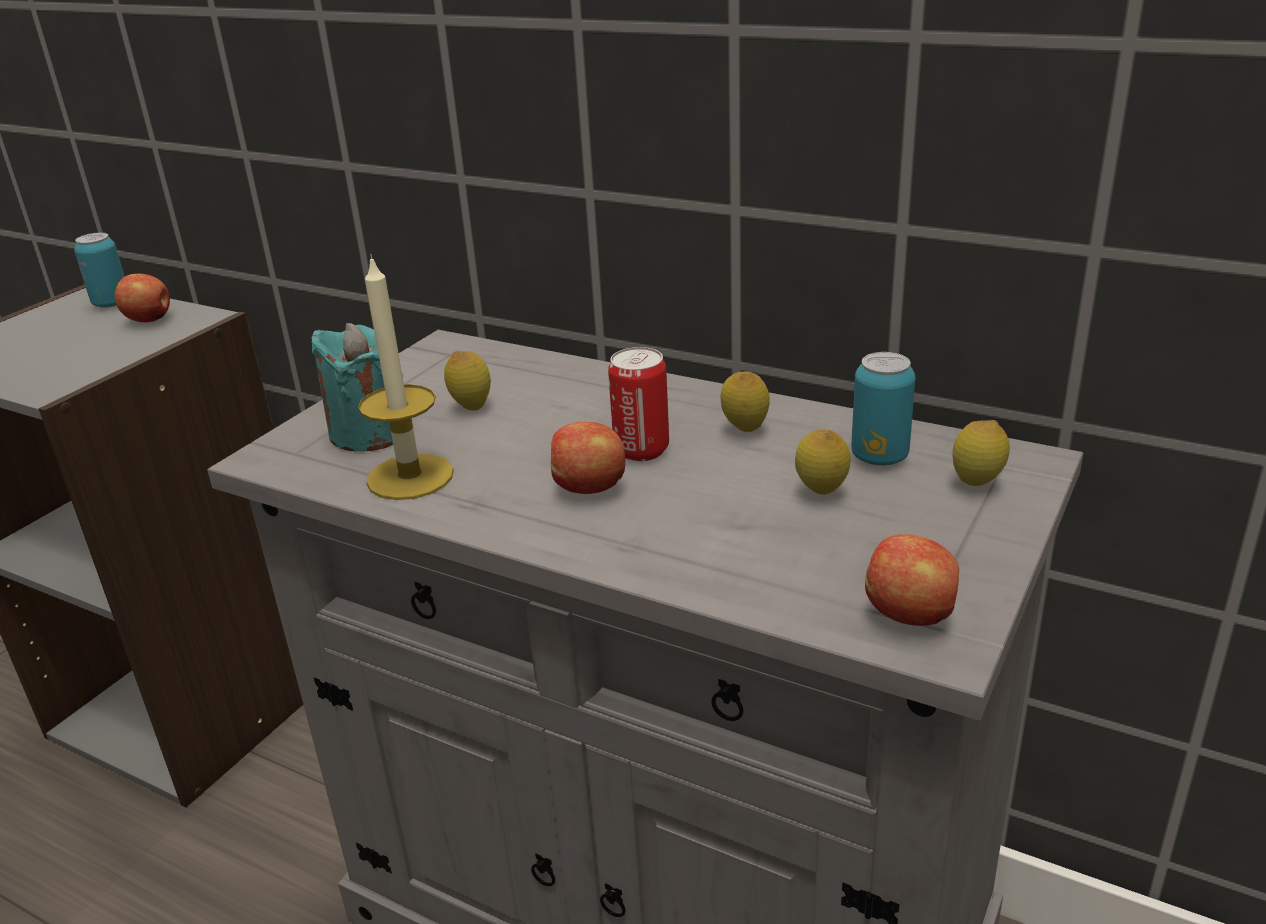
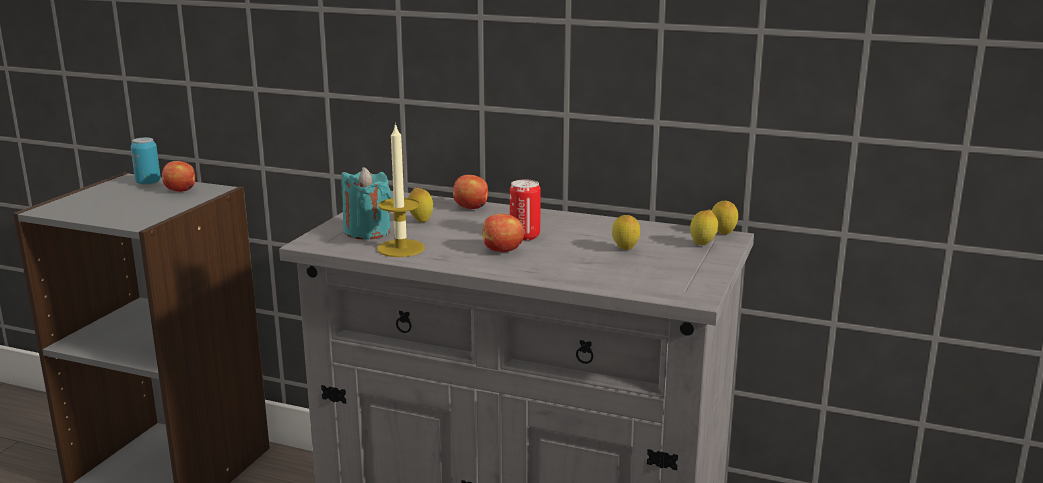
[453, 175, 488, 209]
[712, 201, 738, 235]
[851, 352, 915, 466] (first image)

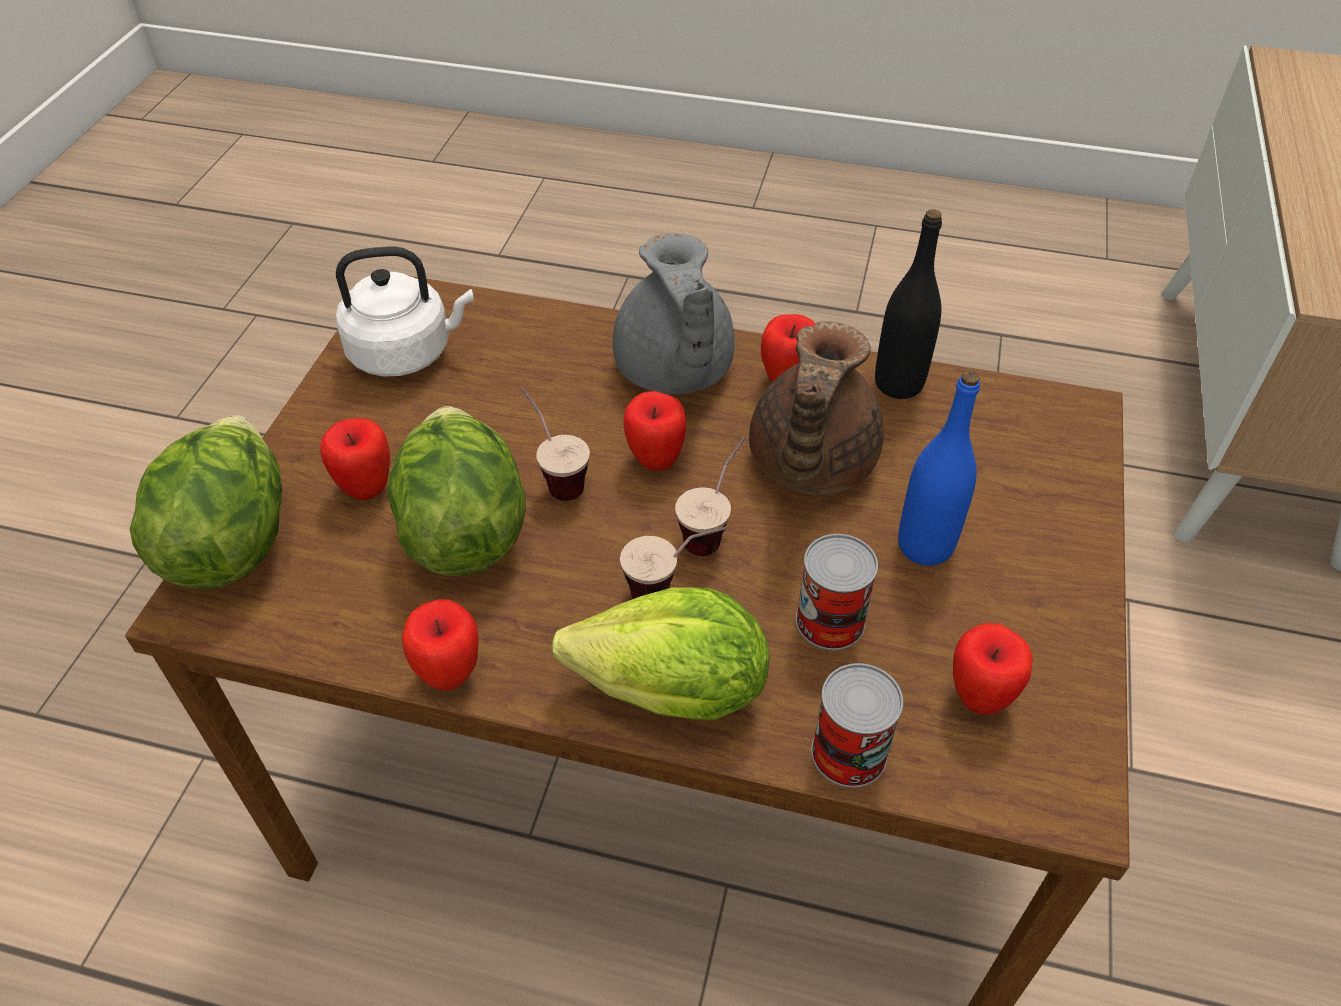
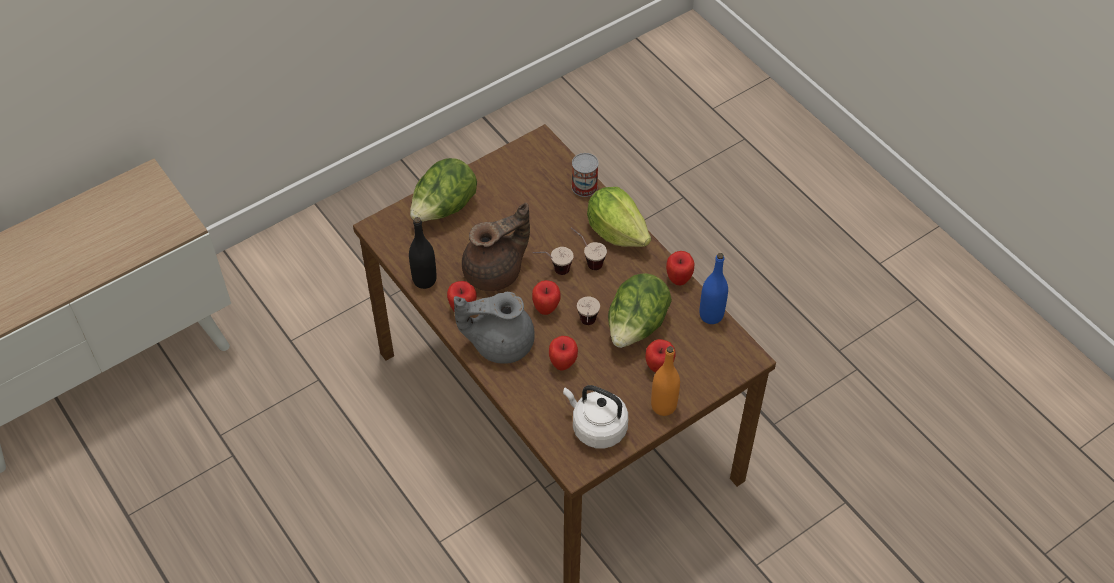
[410, 158, 477, 222]
[454, 292, 535, 364]
[549, 336, 578, 371]
[651, 346, 680, 416]
[700, 253, 728, 324]
[796, 534, 878, 650] (first image)

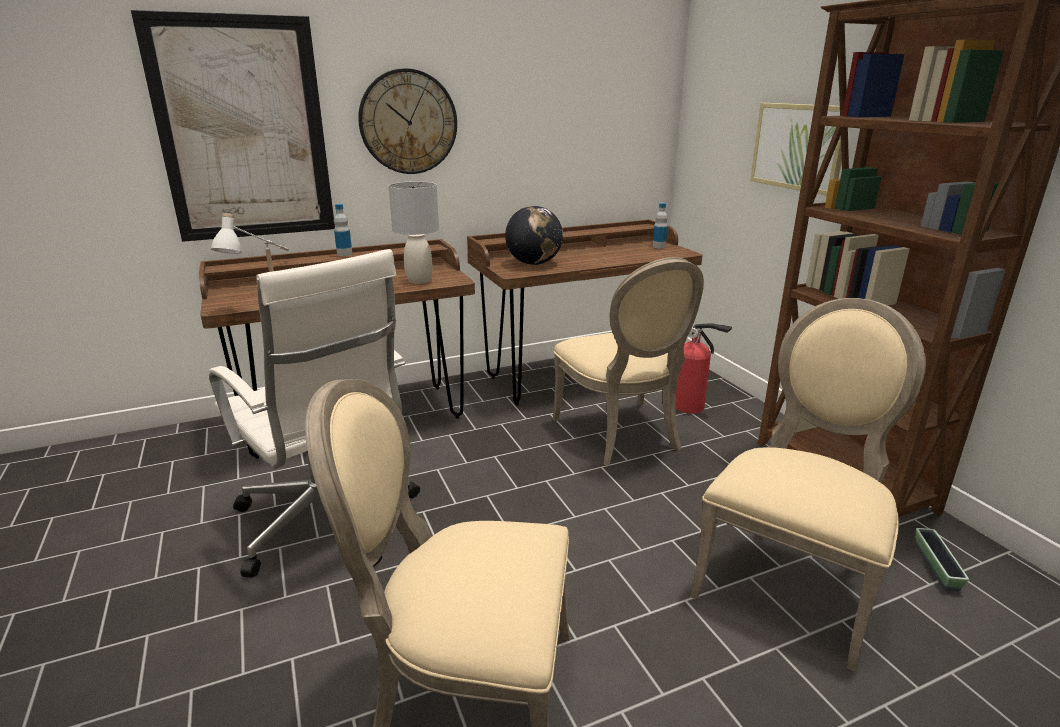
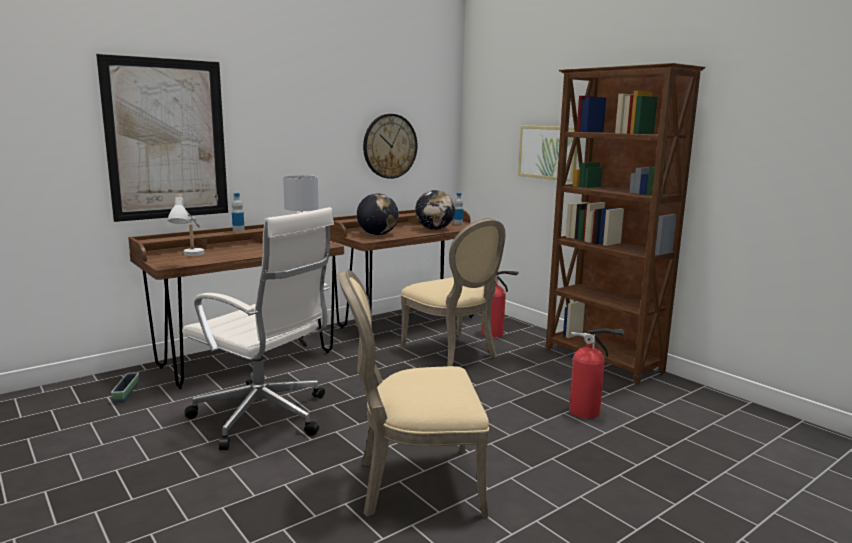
[111, 373, 139, 403]
[363, 114, 417, 179]
[415, 190, 455, 230]
[569, 328, 624, 418]

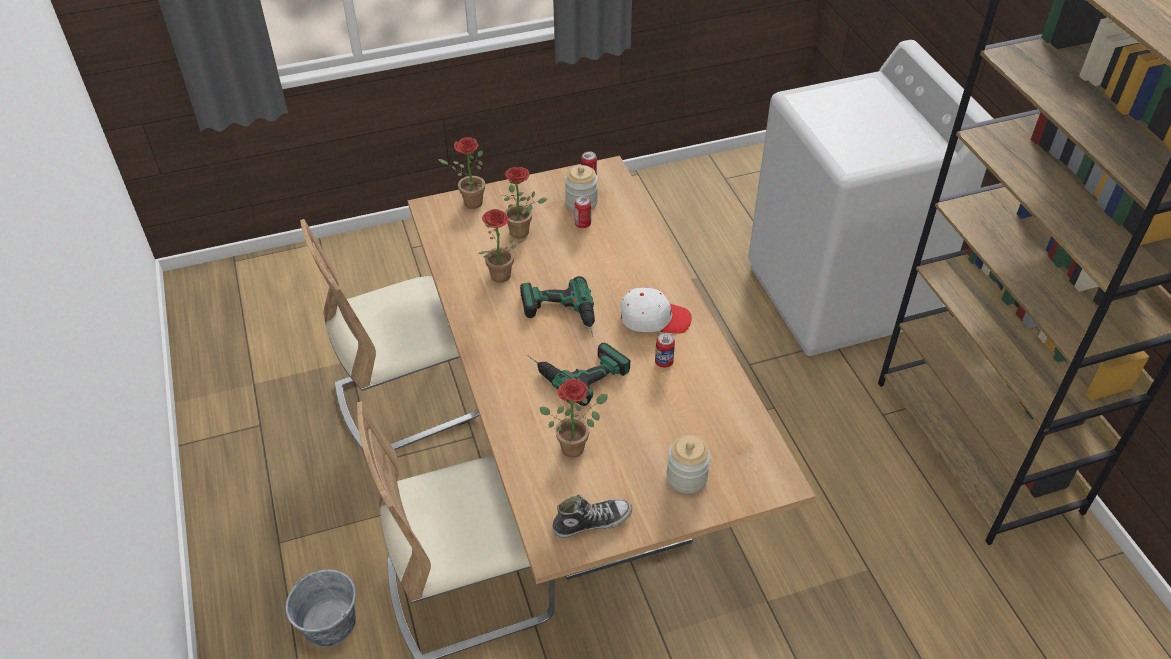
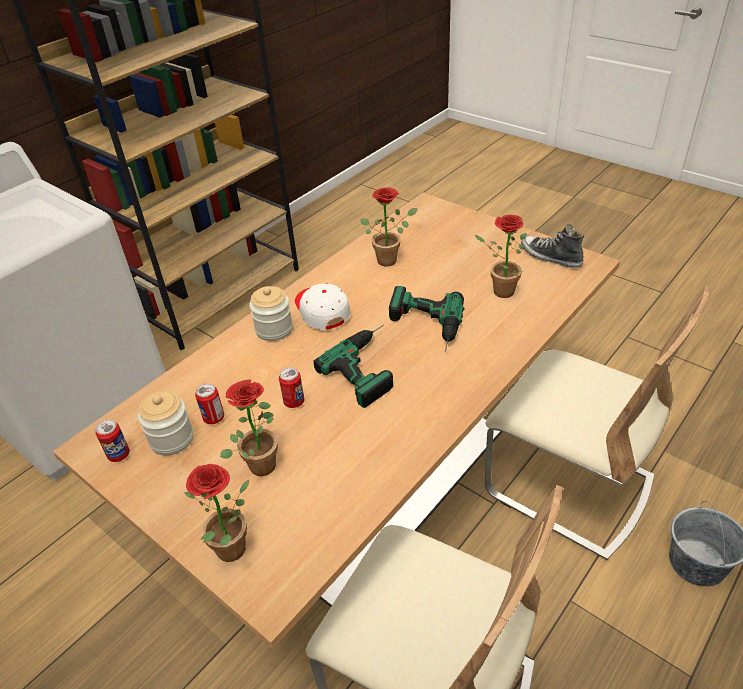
[249, 286, 293, 341]
[279, 367, 304, 408]
[361, 187, 418, 266]

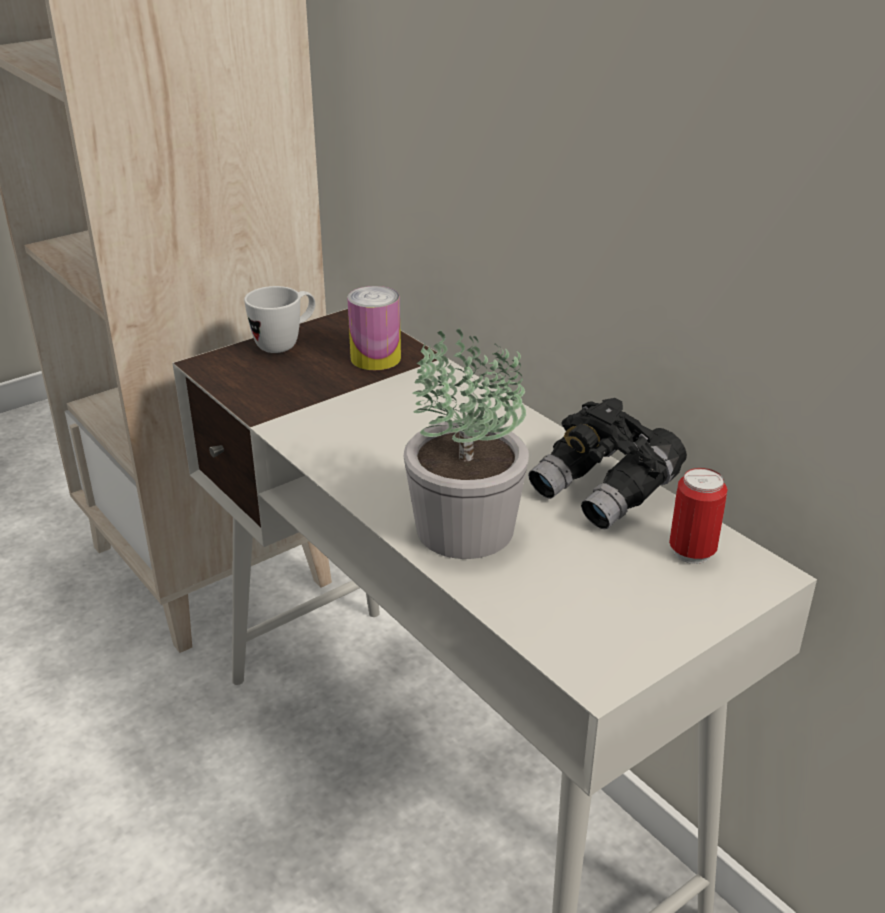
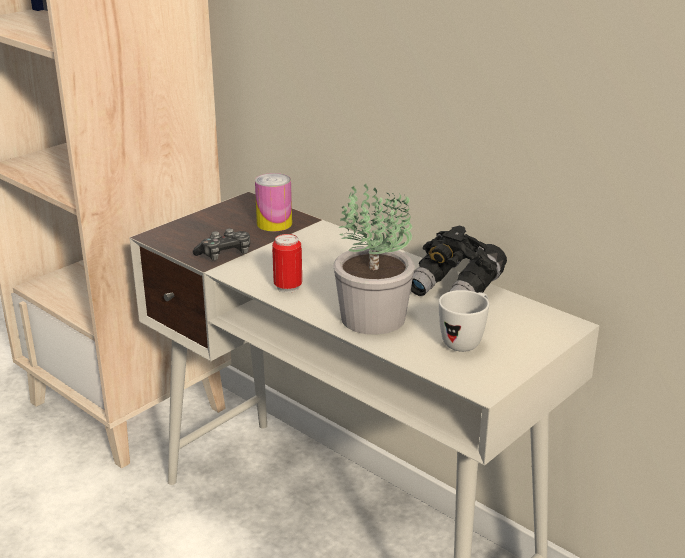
[193, 228, 250, 260]
[272, 234, 302, 293]
[439, 290, 489, 352]

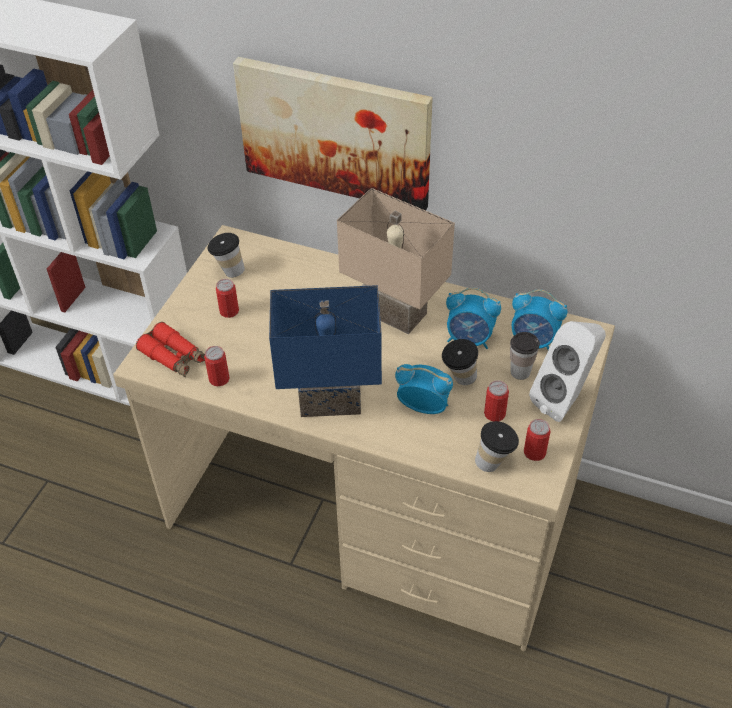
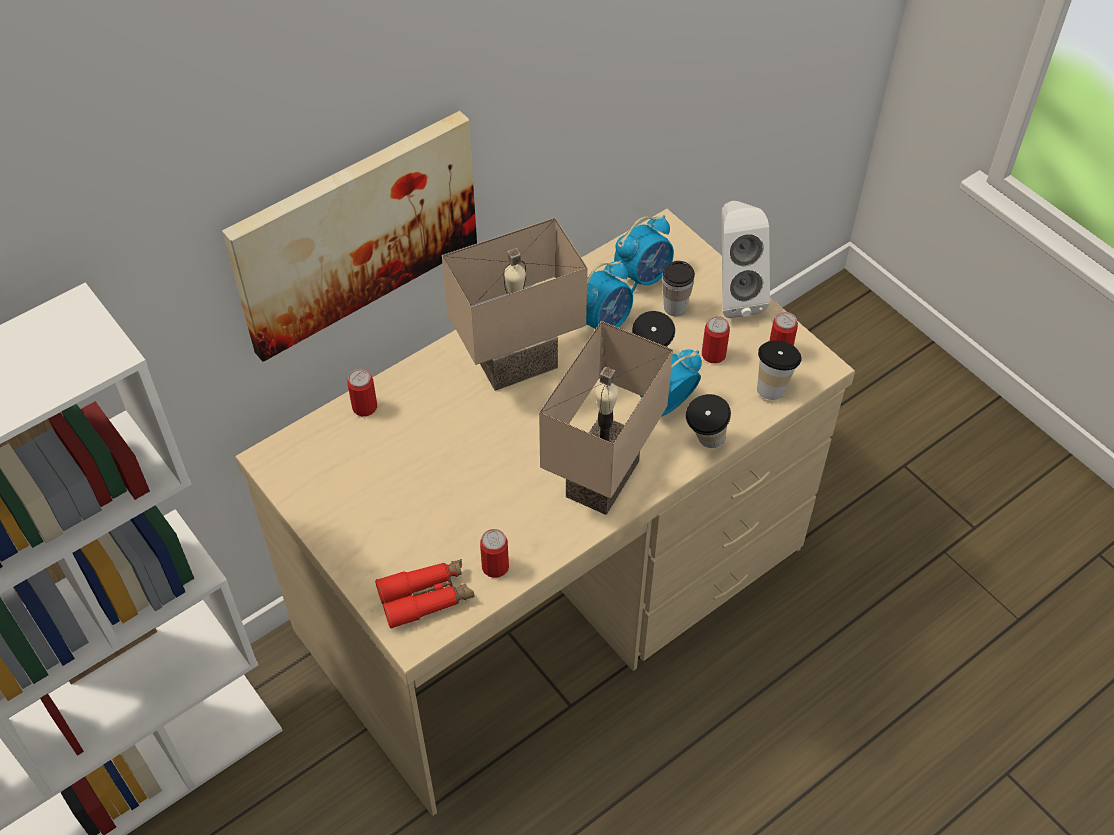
[347, 369, 377, 416]
[539, 321, 673, 515]
[686, 394, 731, 448]

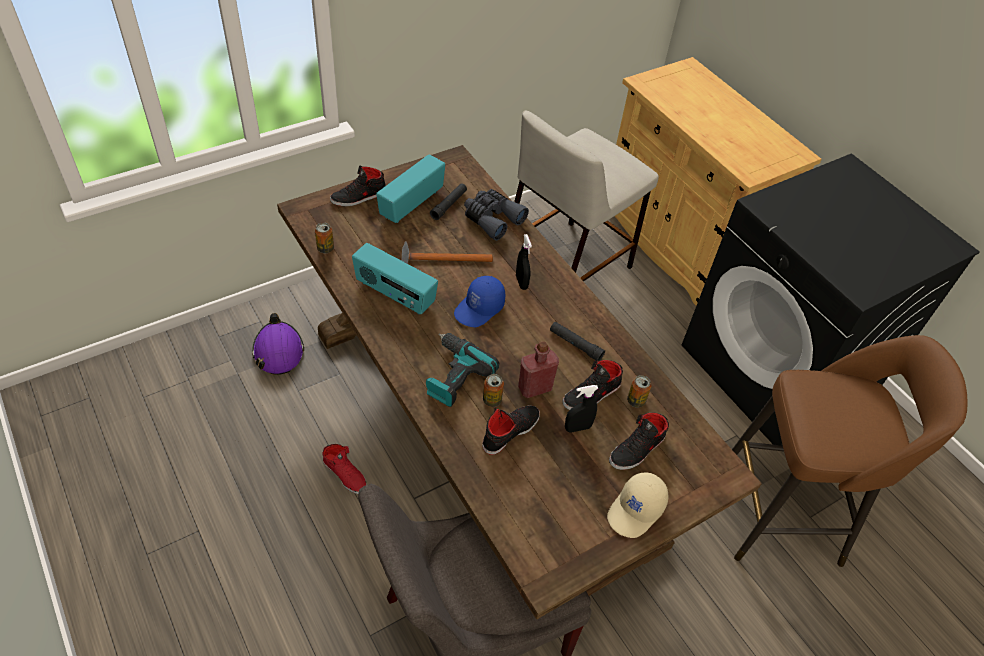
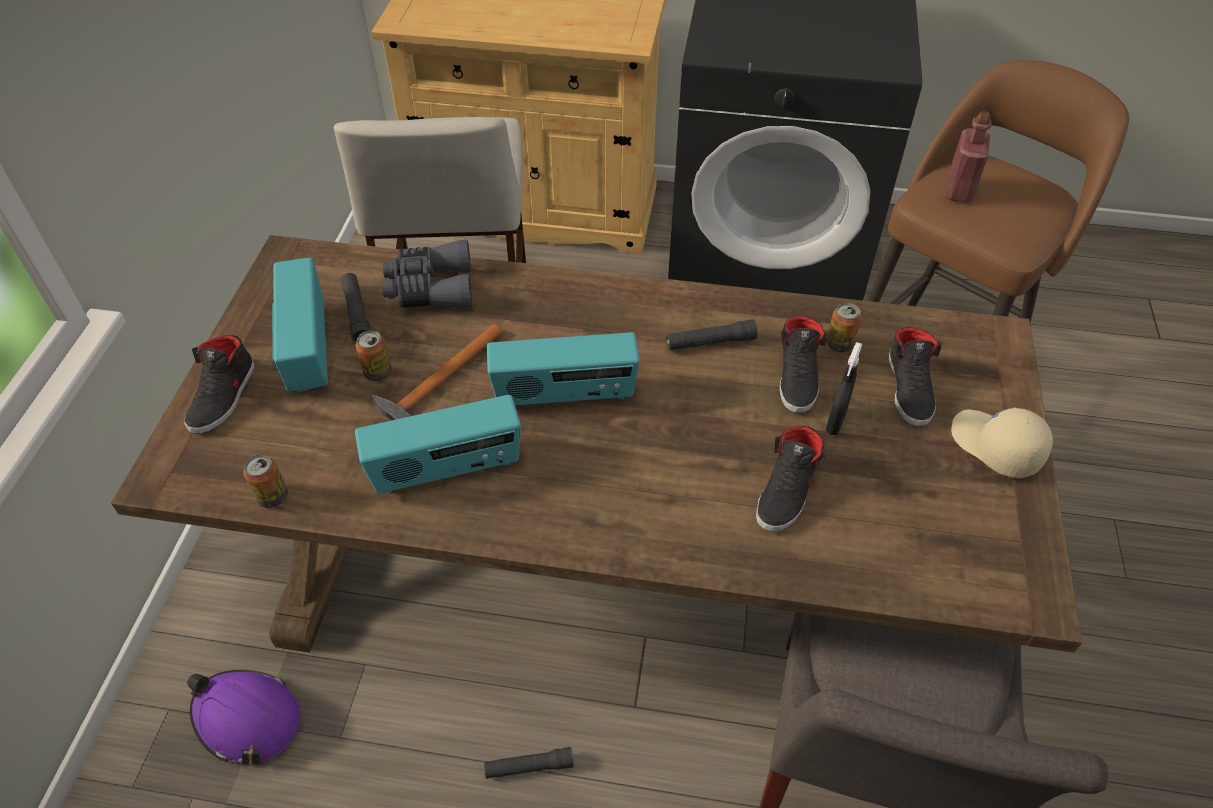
[356, 330, 392, 381]
[484, 747, 574, 779]
[487, 332, 640, 406]
[756, 426, 826, 532]
[945, 111, 992, 203]
[951, 407, 1053, 479]
[426, 333, 499, 407] (first image)
[516, 234, 532, 290] (first image)

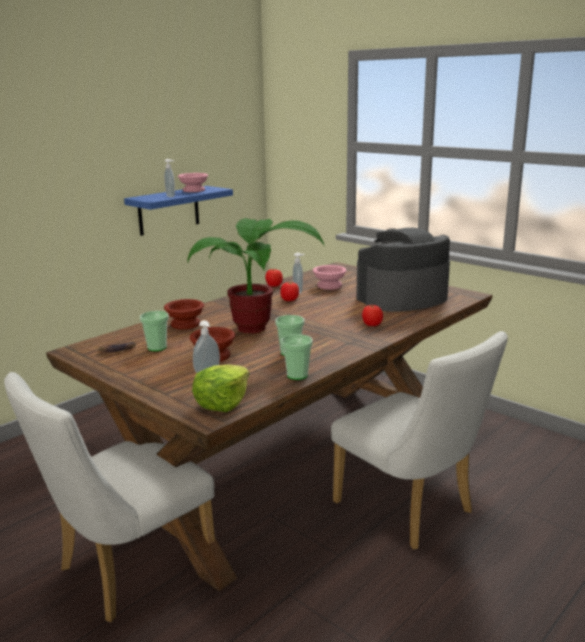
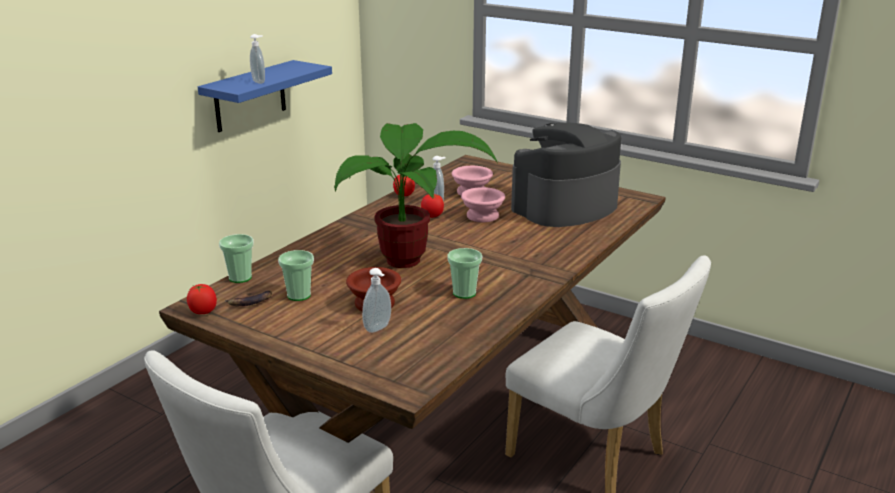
[187, 284, 217, 314]
[219, 234, 254, 283]
[461, 187, 505, 222]
[164, 299, 204, 329] (first image)
[192, 364, 249, 412] (first image)

